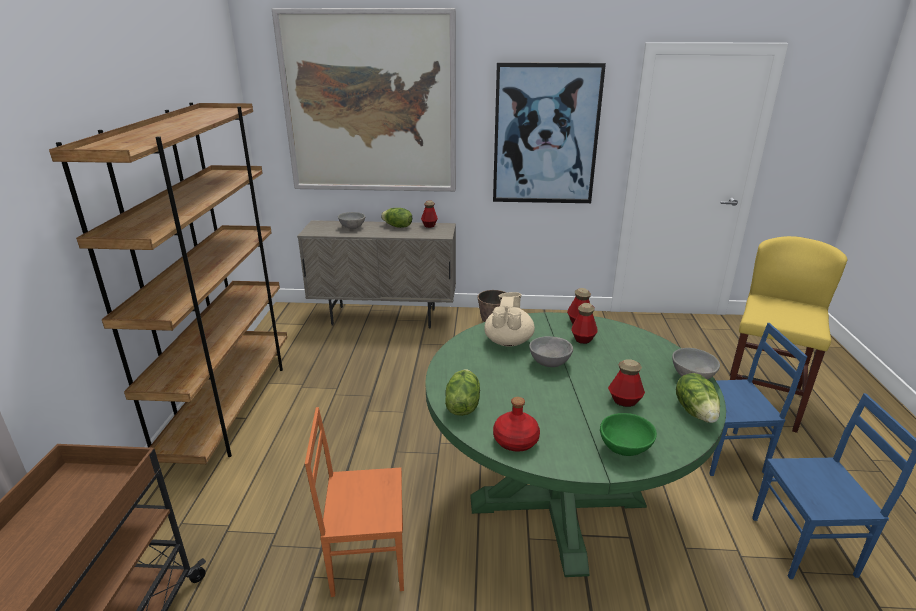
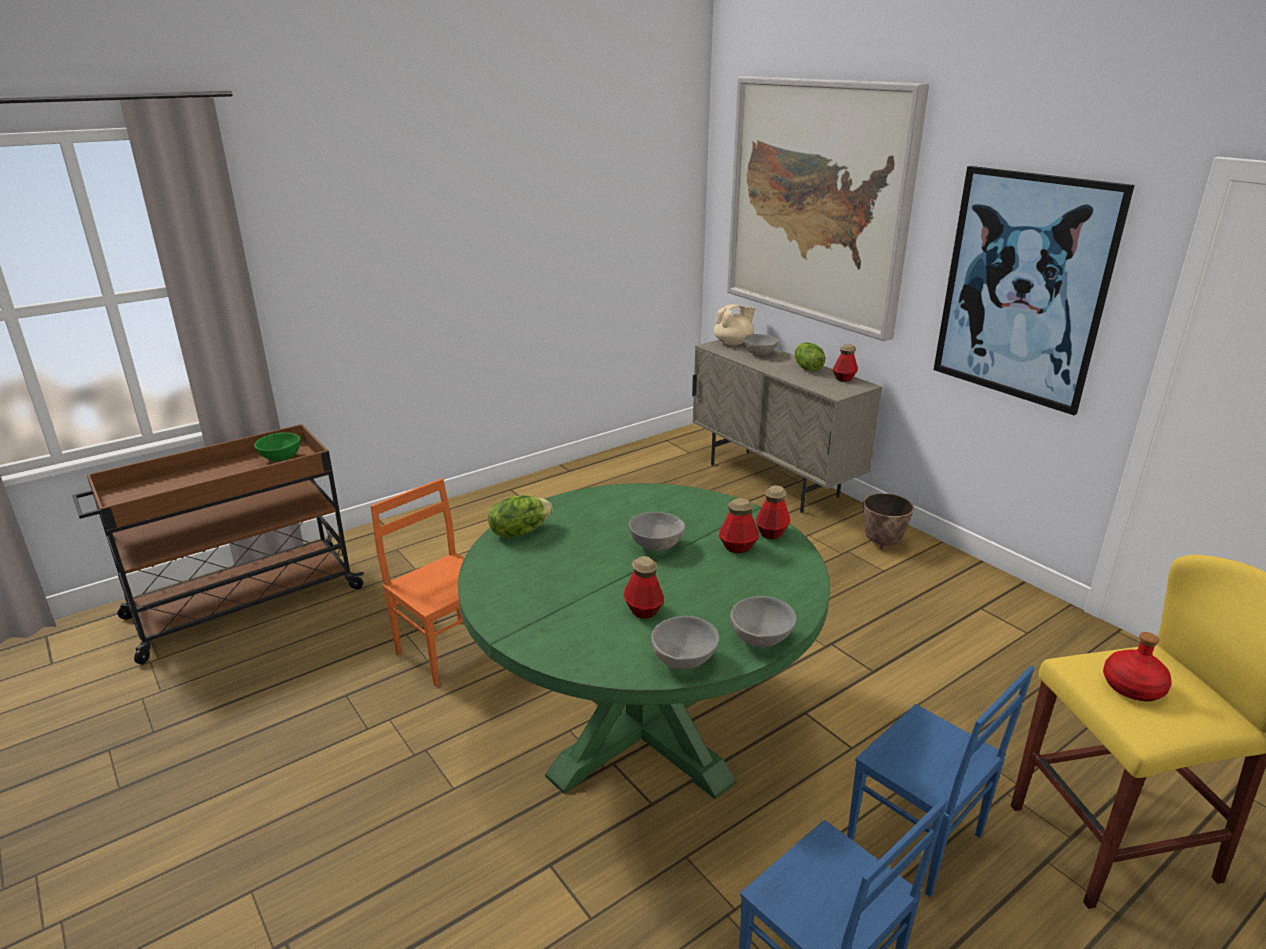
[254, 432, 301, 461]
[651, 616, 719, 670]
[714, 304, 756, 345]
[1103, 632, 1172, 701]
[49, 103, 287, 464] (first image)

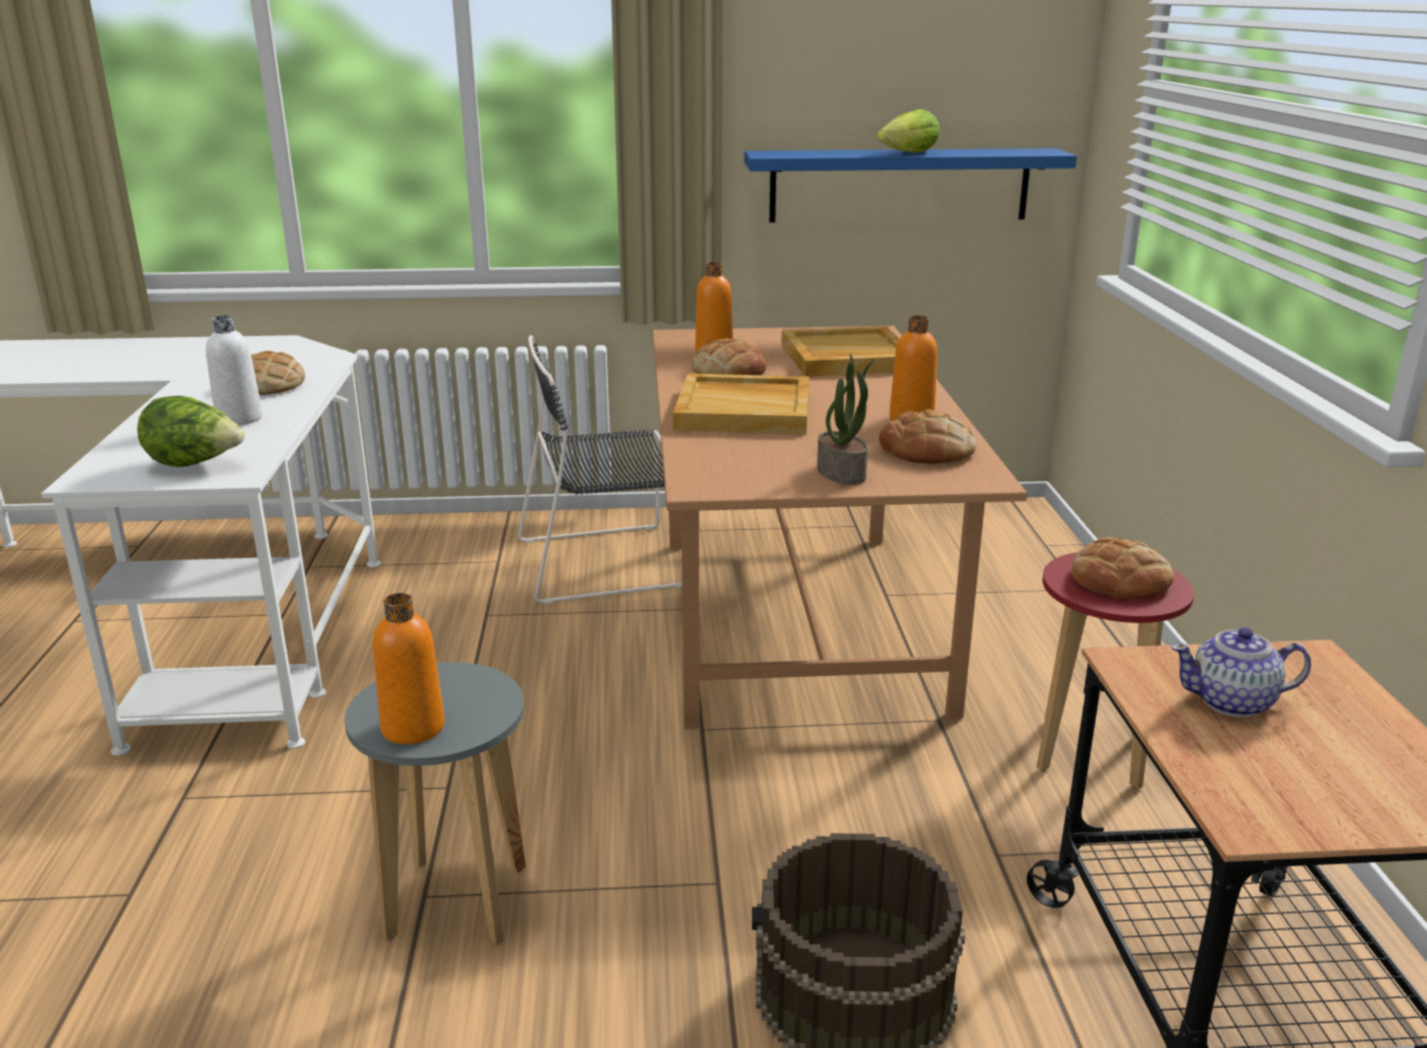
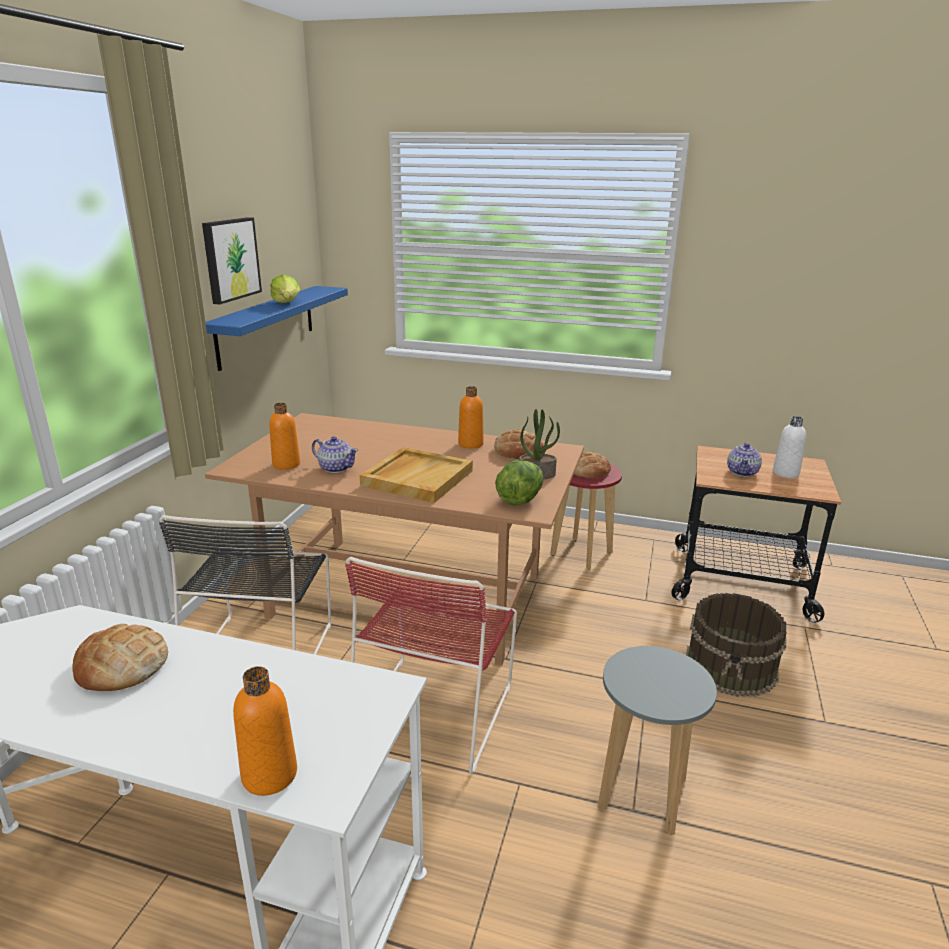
[202, 217, 262, 304]
[233, 666, 297, 796]
[312, 436, 358, 473]
[345, 557, 517, 774]
[495, 461, 543, 506]
[773, 416, 806, 478]
[781, 326, 900, 377] (first image)

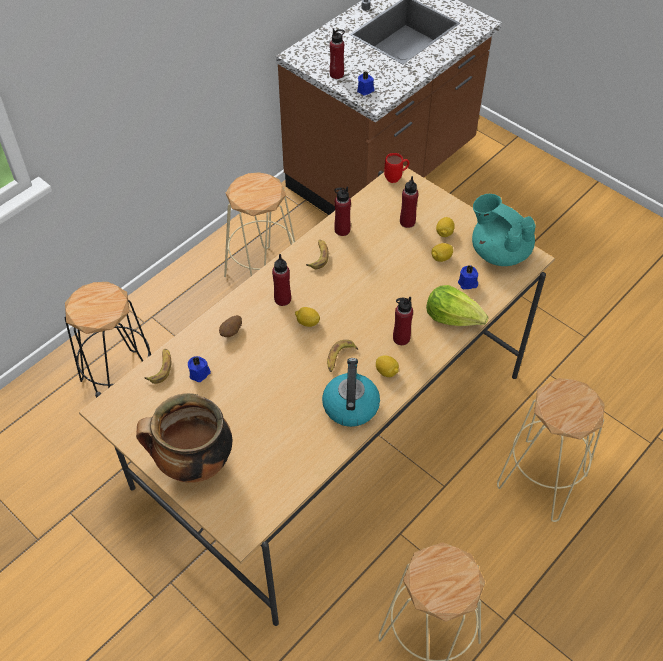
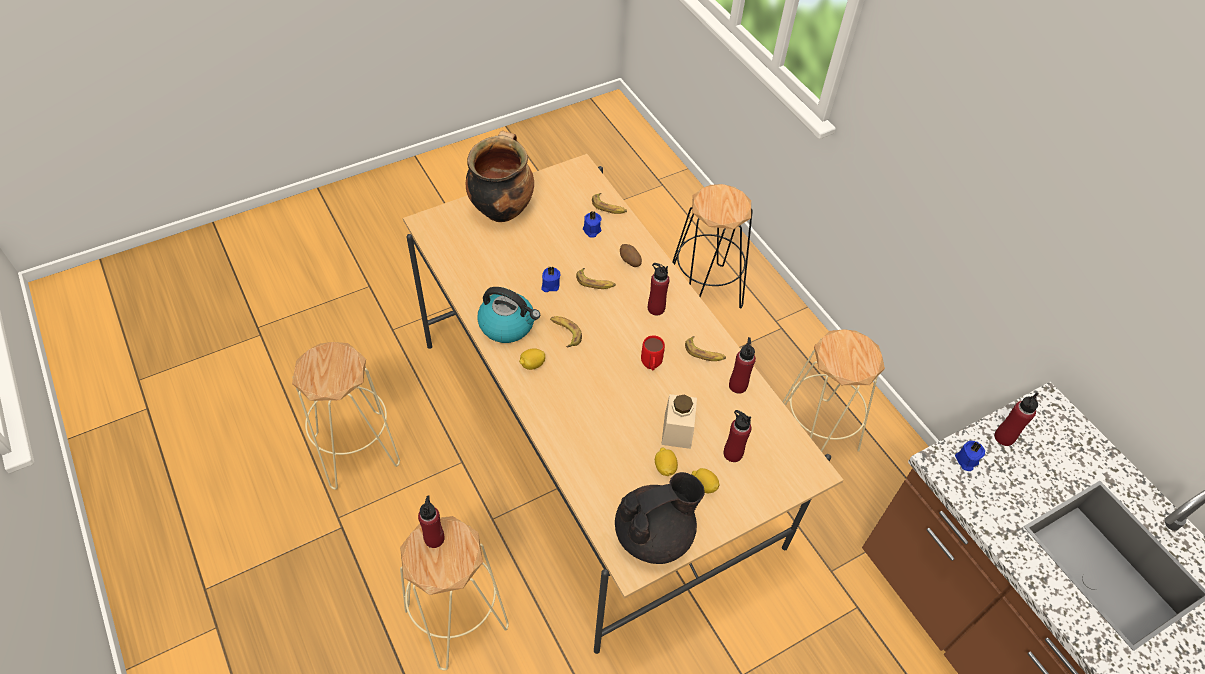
[418, 496, 445, 548]
[541, 266, 561, 292]
[576, 268, 616, 289]
[615, 472, 705, 564]
[641, 335, 665, 370]
[661, 394, 697, 449]
[295, 307, 320, 327] (first image)
[426, 285, 488, 326] (first image)

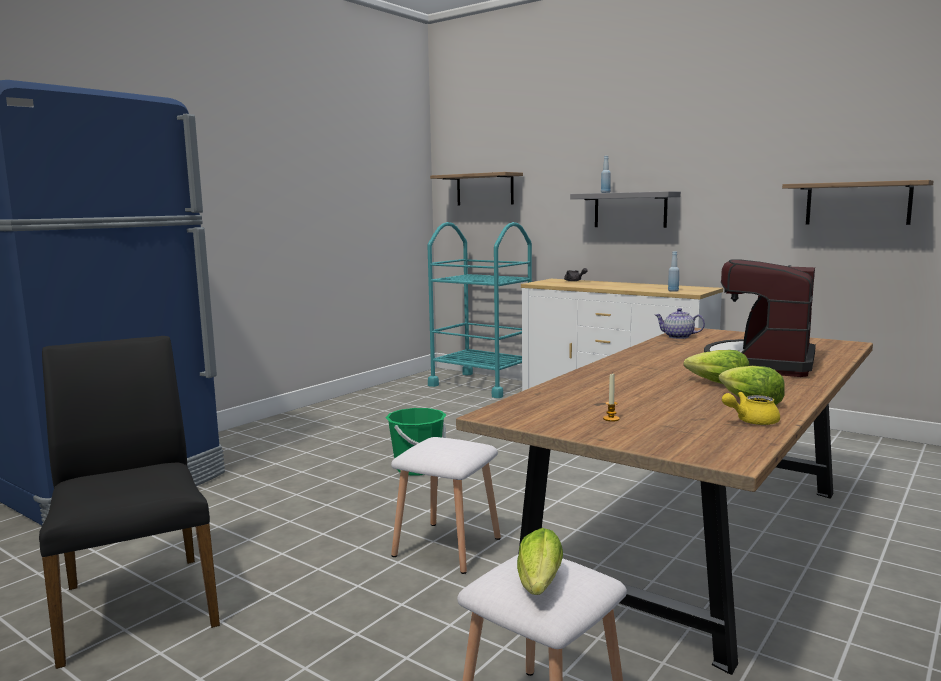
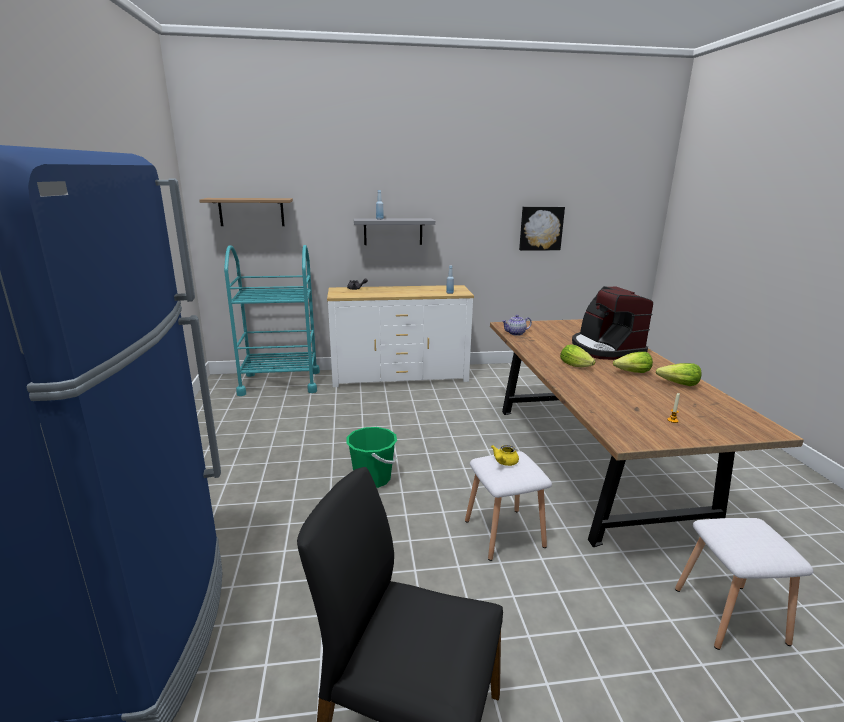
[491, 445, 519, 466]
[519, 207, 565, 251]
[560, 344, 596, 367]

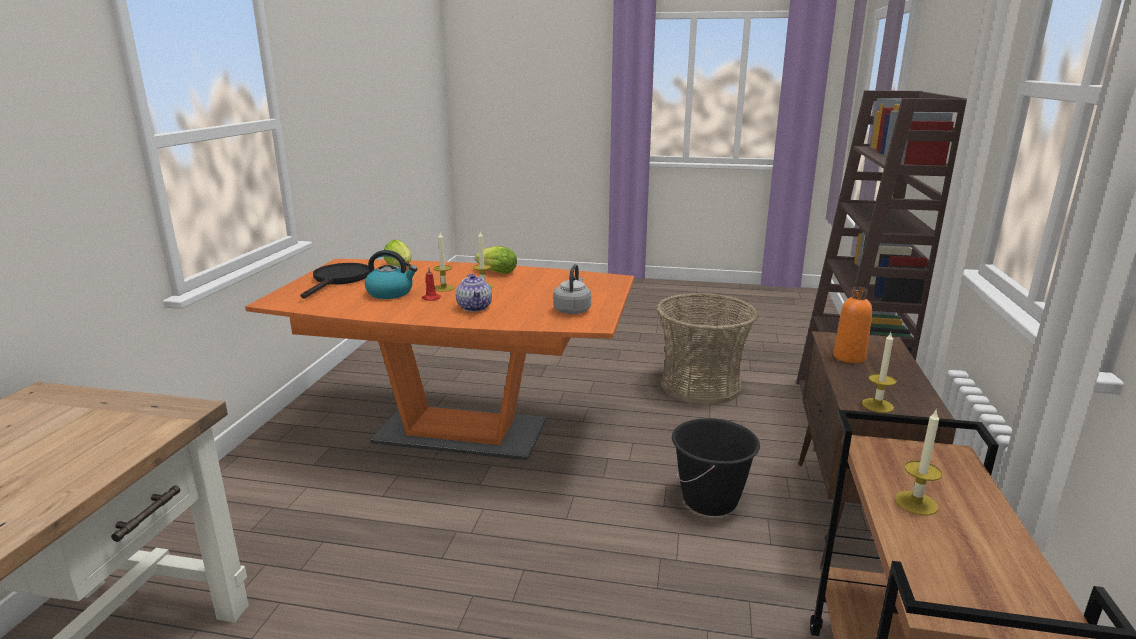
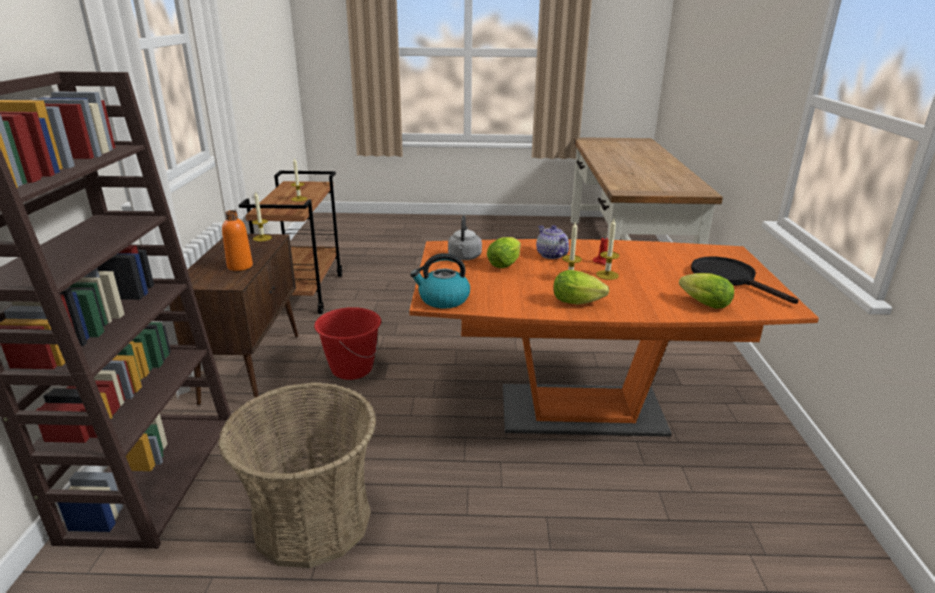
[314, 307, 381, 380]
[410, 253, 470, 309]
[487, 237, 521, 268]
[691, 257, 799, 304]

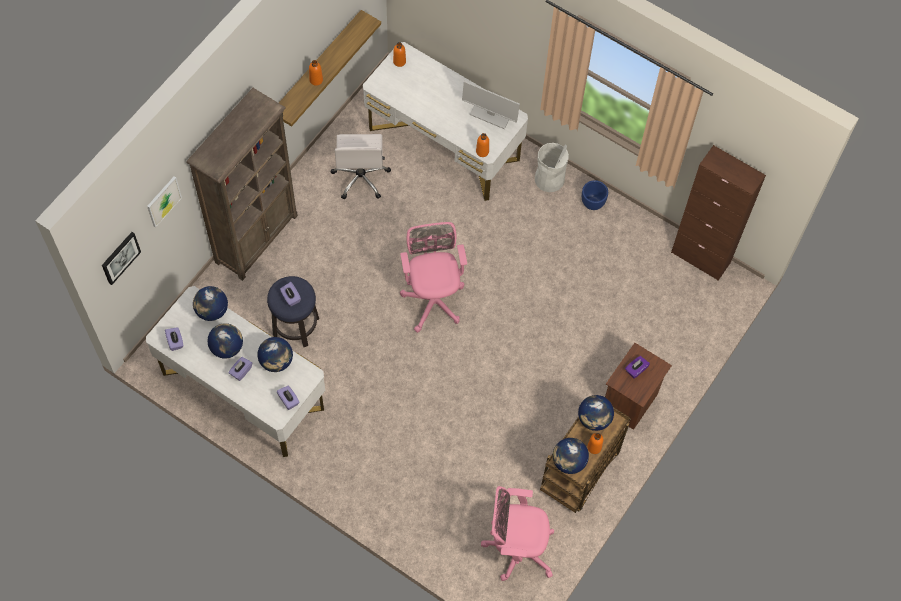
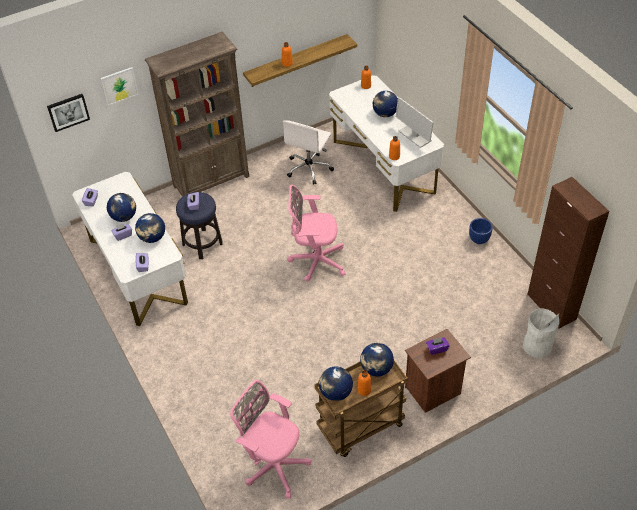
[287, 185, 345, 282]
[373, 91, 398, 117]
[523, 309, 559, 358]

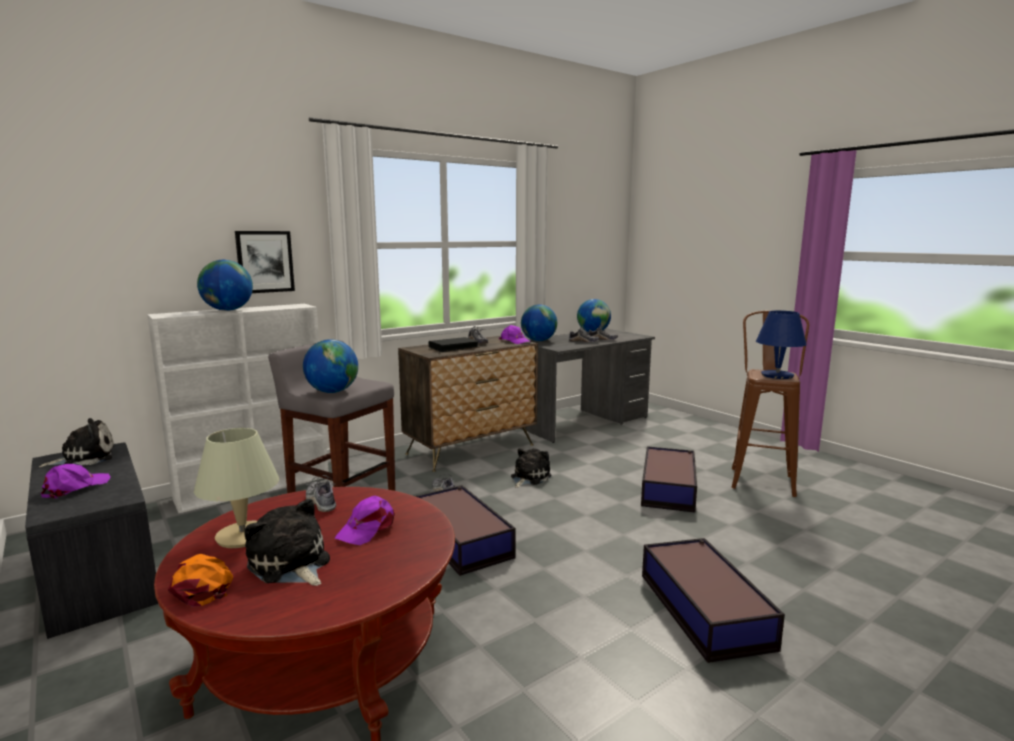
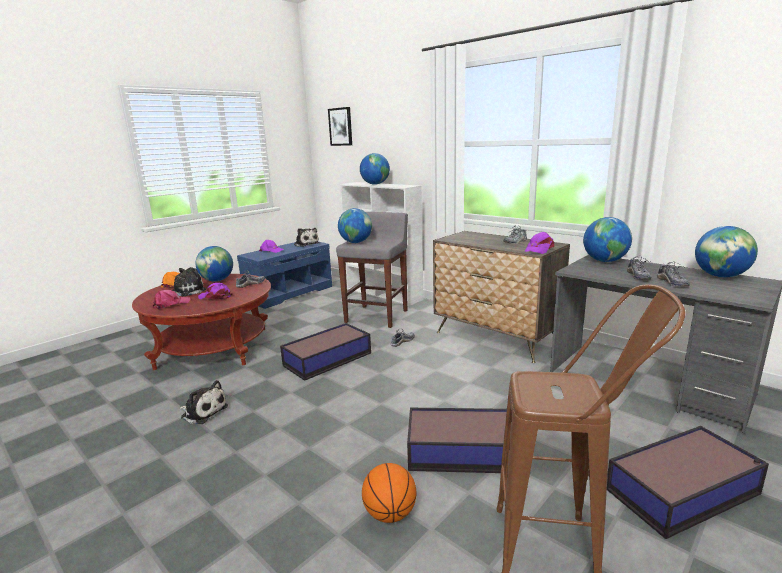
[153, 290, 191, 309]
[179, 380, 228, 424]
[195, 246, 233, 282]
[237, 242, 332, 309]
[328, 107, 352, 146]
[362, 463, 416, 523]
[607, 426, 769, 539]
[429, 337, 480, 352] (first image)
[756, 311, 807, 379] (first image)

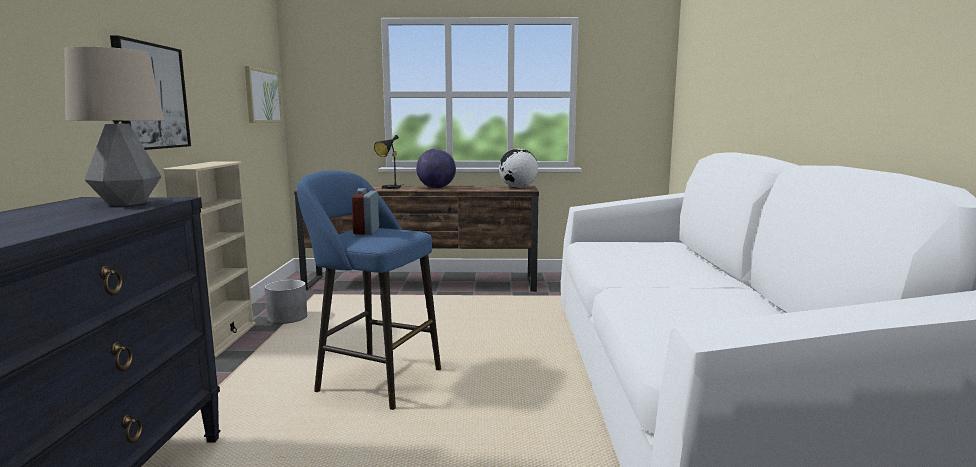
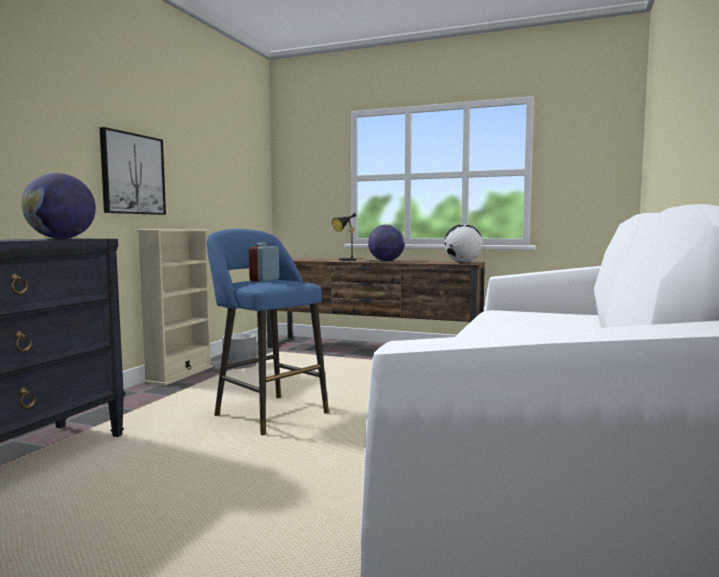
[21, 173, 96, 239]
[244, 66, 282, 123] (first image)

